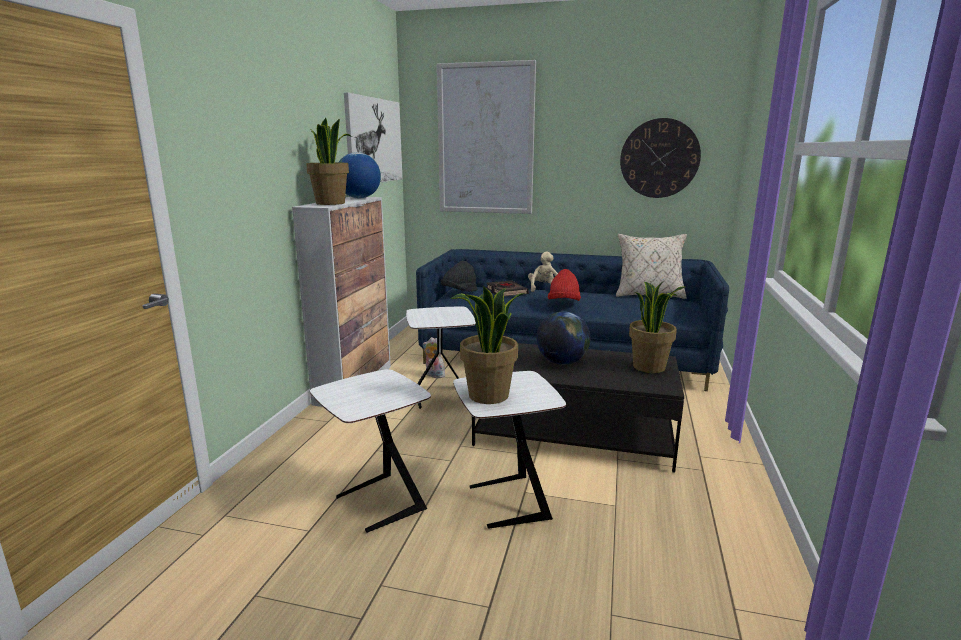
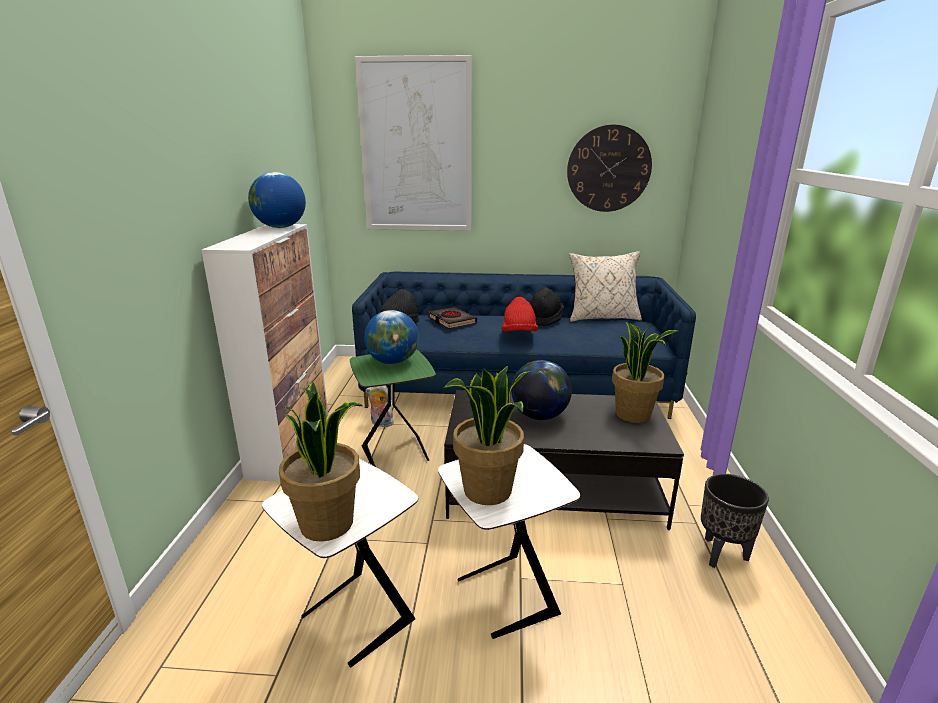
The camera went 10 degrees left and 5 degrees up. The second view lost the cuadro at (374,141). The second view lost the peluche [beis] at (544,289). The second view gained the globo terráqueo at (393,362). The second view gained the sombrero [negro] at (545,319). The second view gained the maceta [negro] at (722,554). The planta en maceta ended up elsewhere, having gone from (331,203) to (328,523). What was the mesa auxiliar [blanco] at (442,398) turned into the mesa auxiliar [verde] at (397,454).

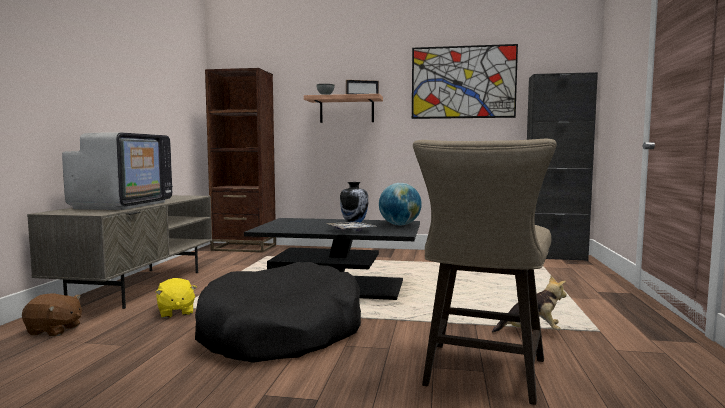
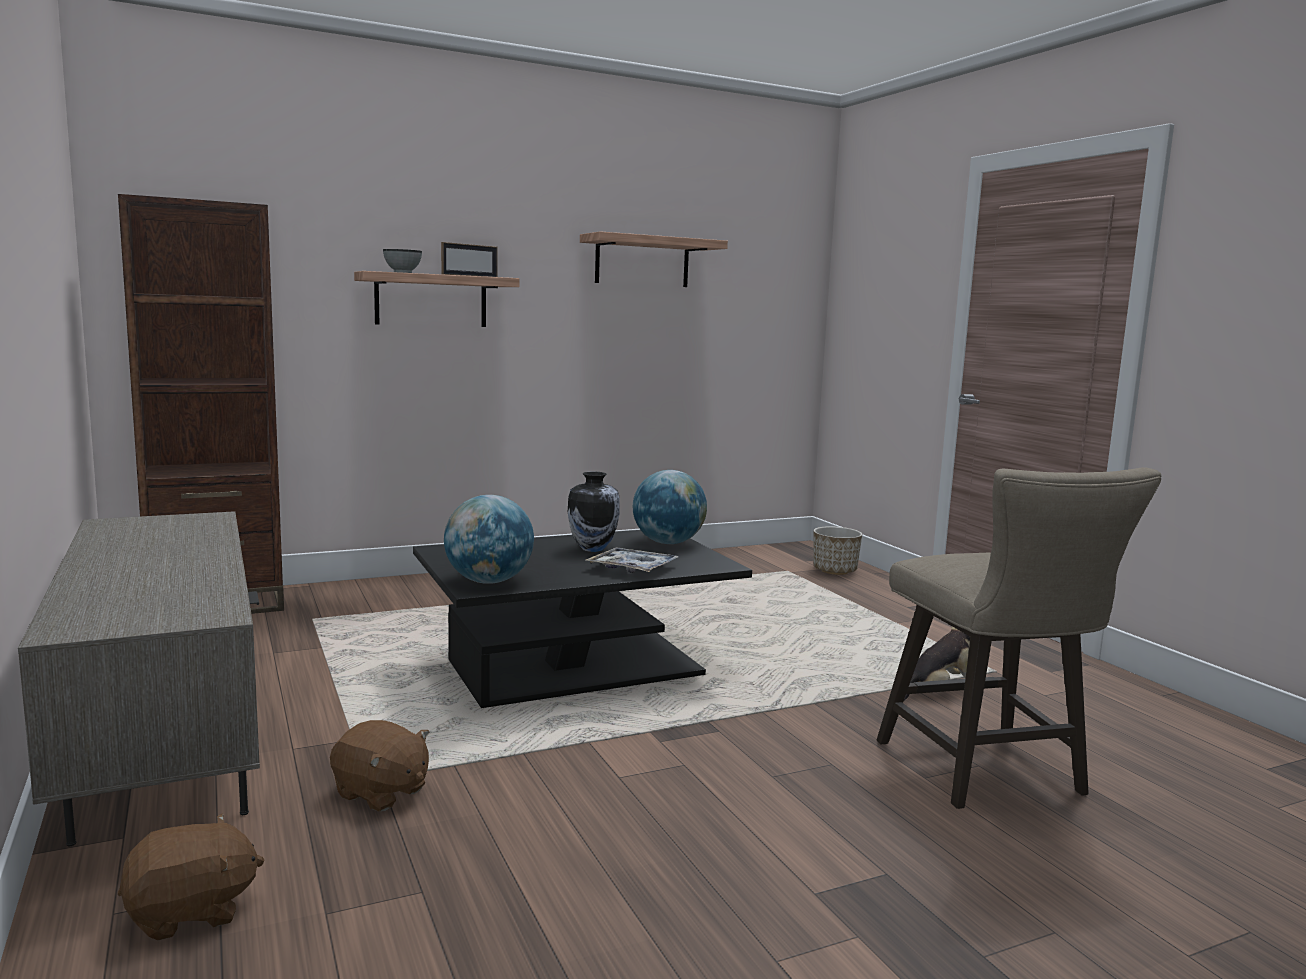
The camera went 35 degrees left and 5 degrees up. The second view lost the televisor at (123,205). The second view lost the cama para perro [negro] at (281,332). The second view lost the armario [negro] at (554,257). The second view gained the globo terráqueo at (488,581). The second view gained the maceta at (834,571). Where the cuadro hung at (463,82), the estante came to hang at (642,261). What was the peluche [amarillo] at (175,312) turned into the peluche [marrón] at (381,793).

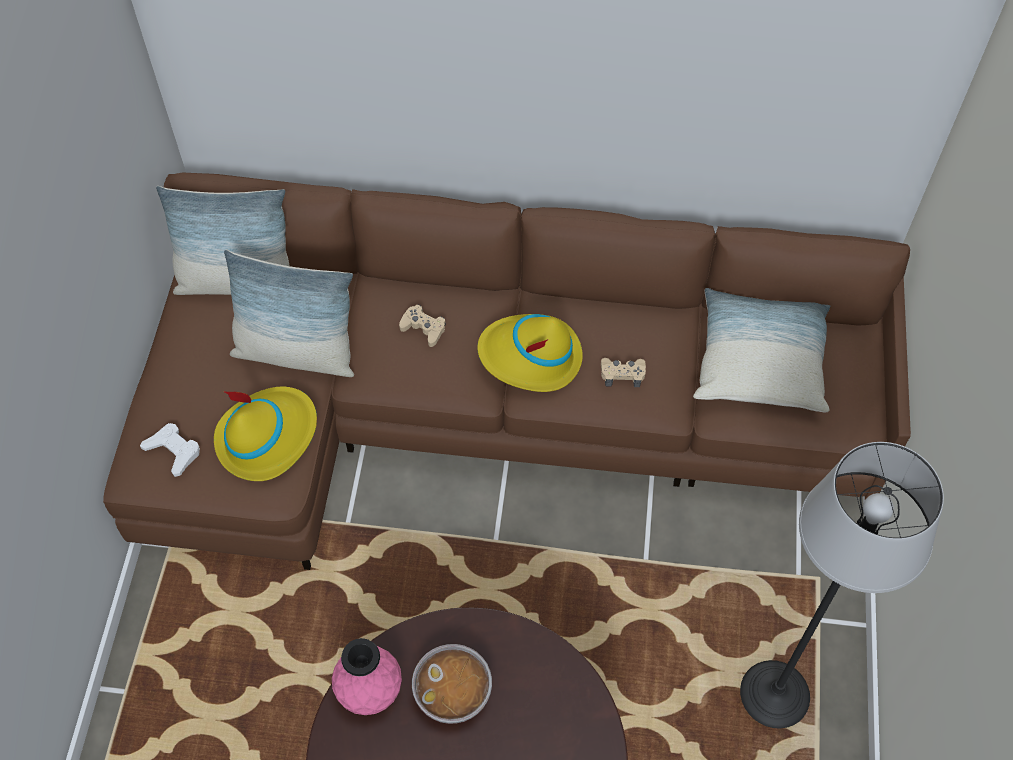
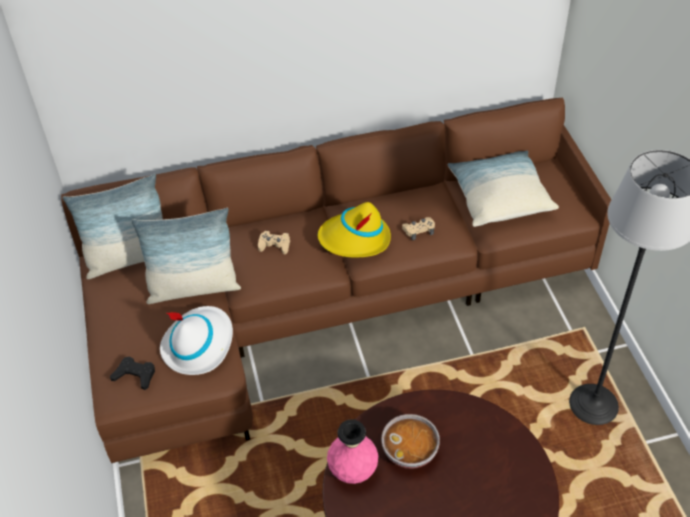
The camera went 20 degrees left and 10 degrees down. What was the mando de consola [blanco] at (173,451) turned into the mando de consola [negro] at (135,375). What was the sombrero [amarillo] at (267,436) turned into the sombrero [blanco] at (198,344).

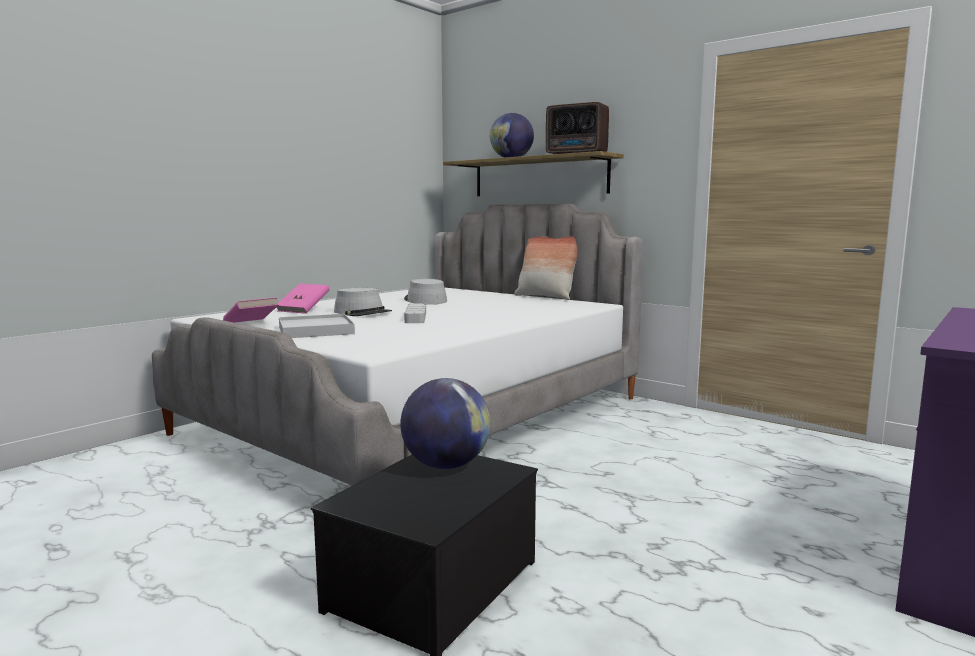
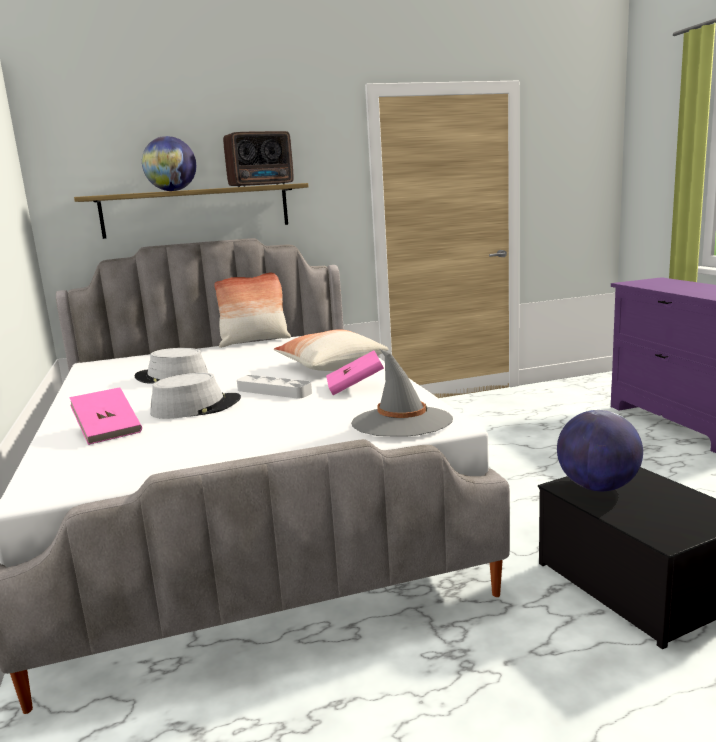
The camera went 55 degrees left and 5 degrees up. The second view lost the bandeja [blanco] at (315,330). The second view gained the cojín at (330,365). The second view gained the sombrero [gris] at (401,422). The libro [rosa] ended up elsewhere, having gone from (251,324) to (355,387).

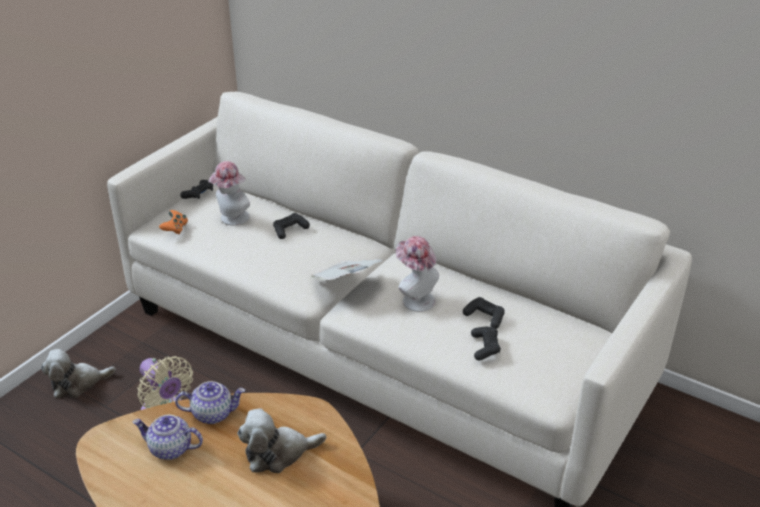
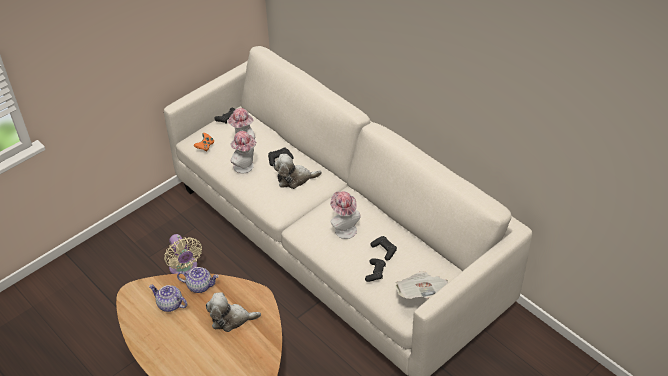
The camera went 15 degrees right and 10 degrees up. The second view gained the sombrero at (246,167). The peluche ended up elsewhere, having gone from (77,383) to (295,179). The periódico ended up elsewhere, having gone from (346,284) to (420,293).

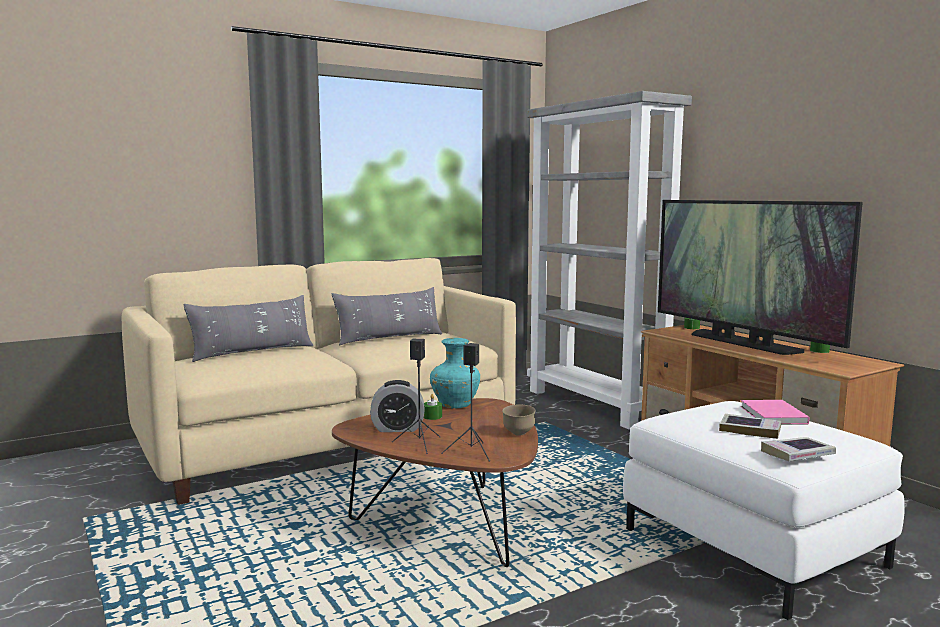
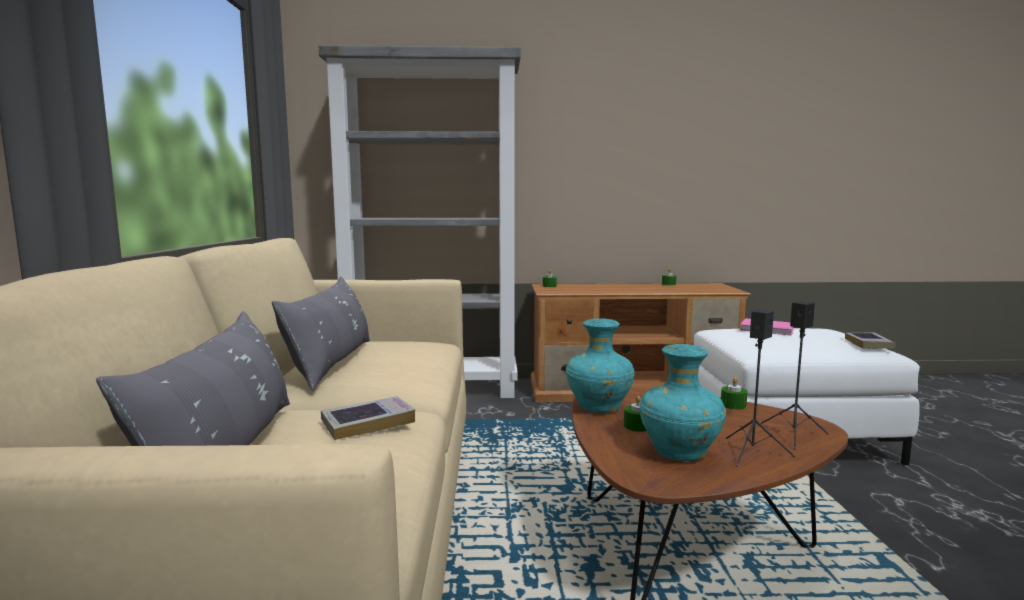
The camera went 60 degrees left and 0 degrees up. The second view lost the televisor at (742,343). The libro ended up elsewhere, having gone from (750,430) to (368,423). Where the despertador stood at (397,428), the florero [turquesa] came to stand at (678,453). Where the cuenco [marrón] stood at (518,434), the vela [verde] came to stand at (733,405).

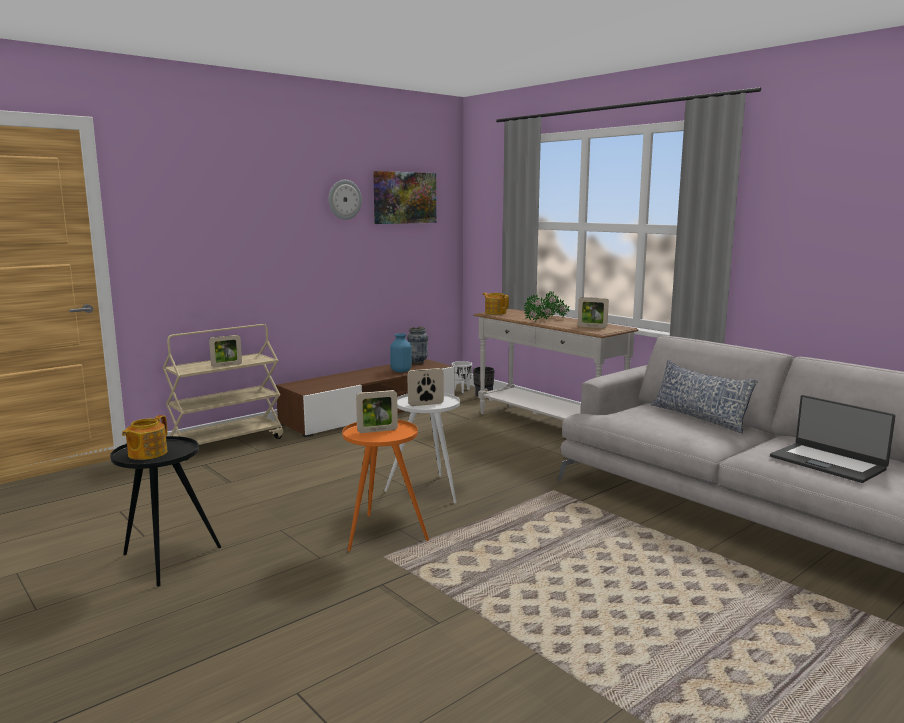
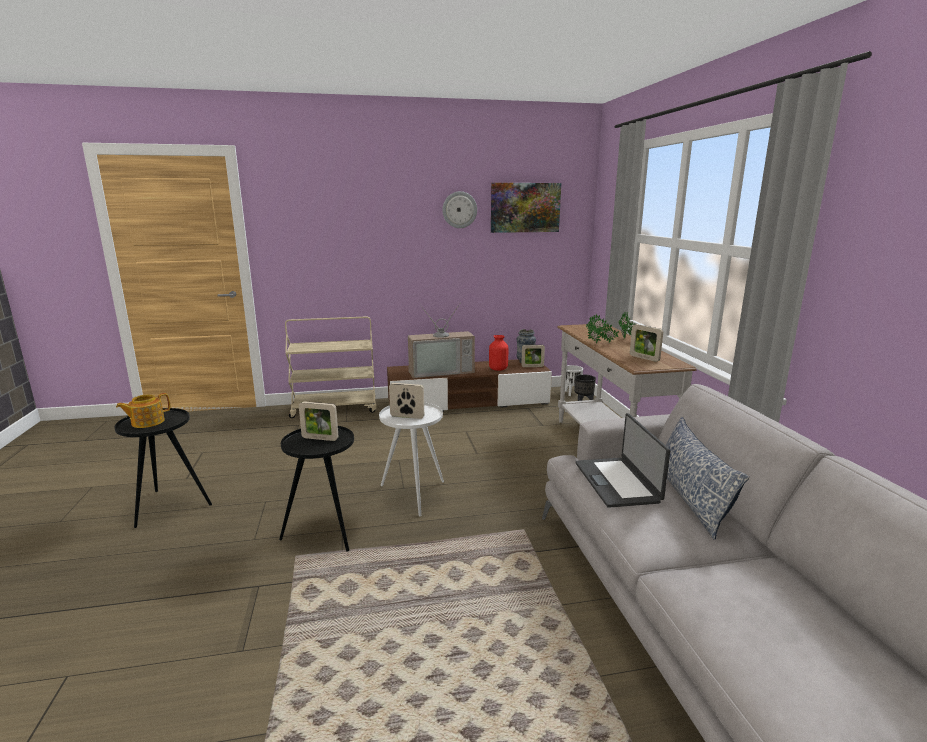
The camera went 30 degrees right and 5 degrees up. The second view lost the tetera at (495,312). The second view gained the televisor at (441,371). The portarretratos ended up elsewhere, having gone from (226,365) to (532,366). The portátil ended up elsewhere, having gone from (828,463) to (617,482). What was the mesa auxiliar [naranja] at (382,533) turned into the mesa auxiliar [negro] at (326,530). What was the florero [azul] at (401,371) turned into the florero [rojo] at (498,369).

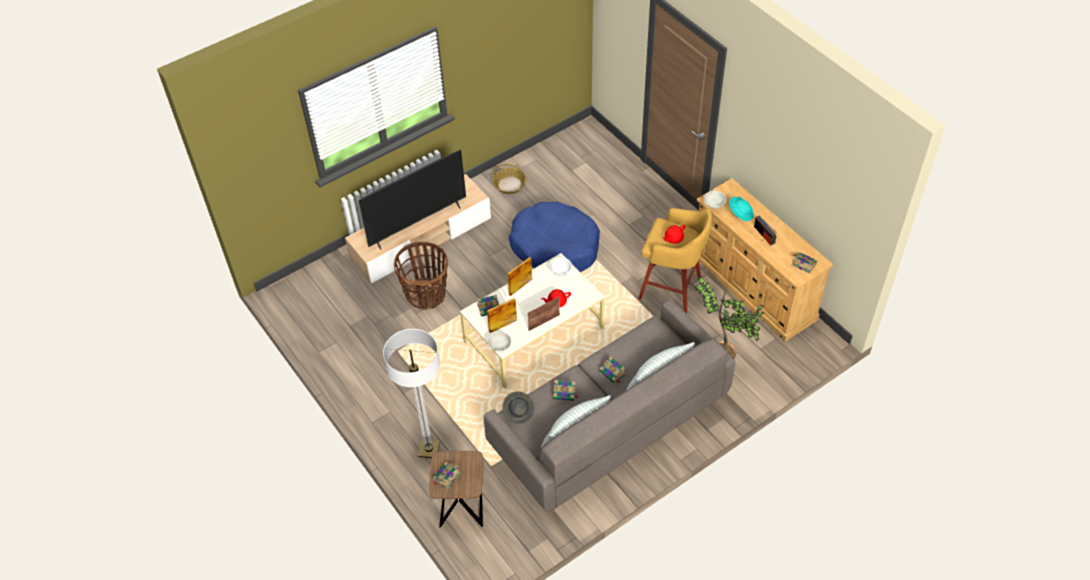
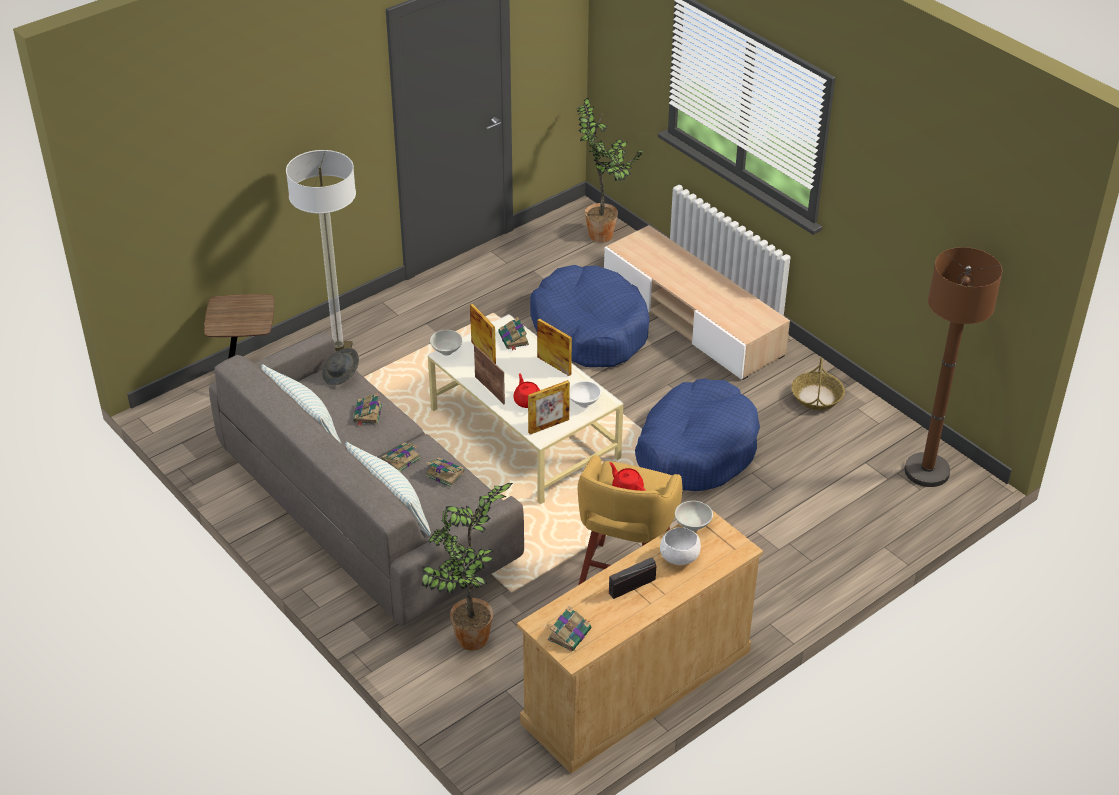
The camera went 85 degrees right and 10 degrees down. The second view lost the televisor at (417,224). The second view gained the portarretratos at (548,426). The second view gained the planta en maceta at (603,237). The second view gained the lámpara de pie [marrón] at (927,471). The libro ended up elsewhere, having gone from (446,477) to (444,474). Where the cesta stood at (426,295), the cama para perro [azul] came to stand at (590,330). Where the sombrero [turquesa] stood at (740,213), the cuenco [blanco] came to stand at (679,558).

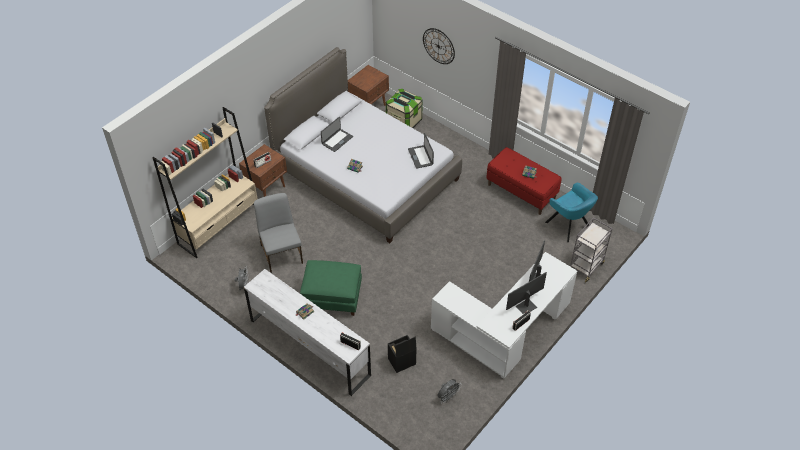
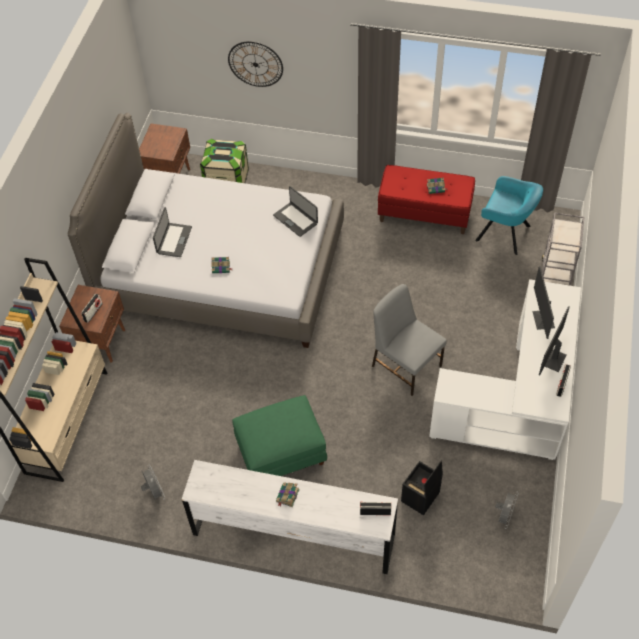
The camera went 25 degrees left and 5 degrees up. The silla [gris] ended up elsewhere, having gone from (281,253) to (406,365).

